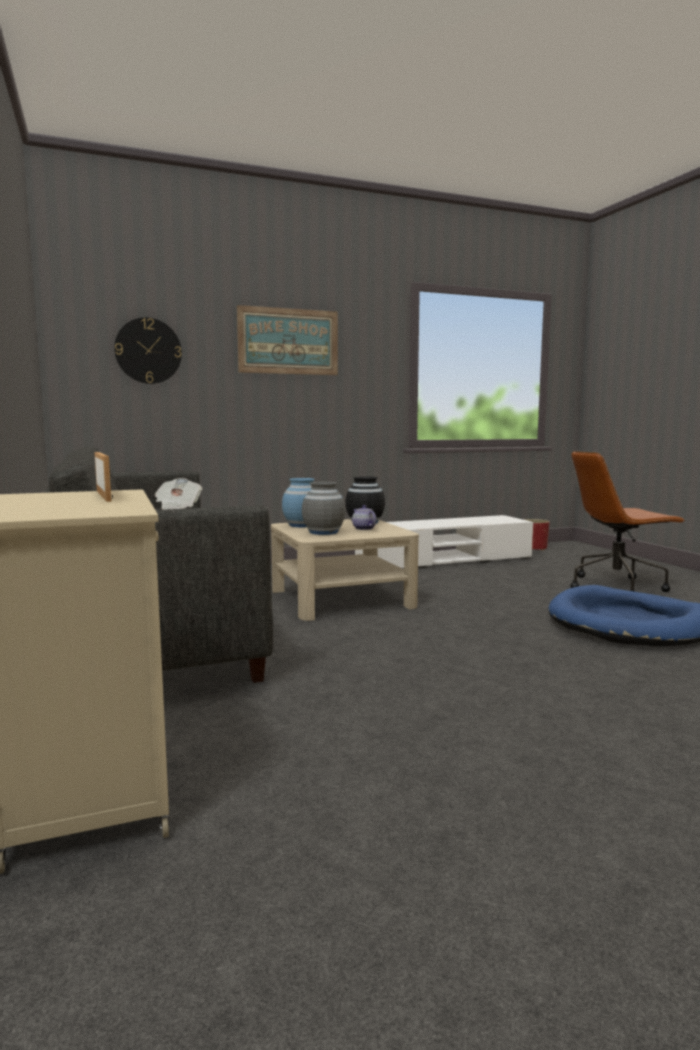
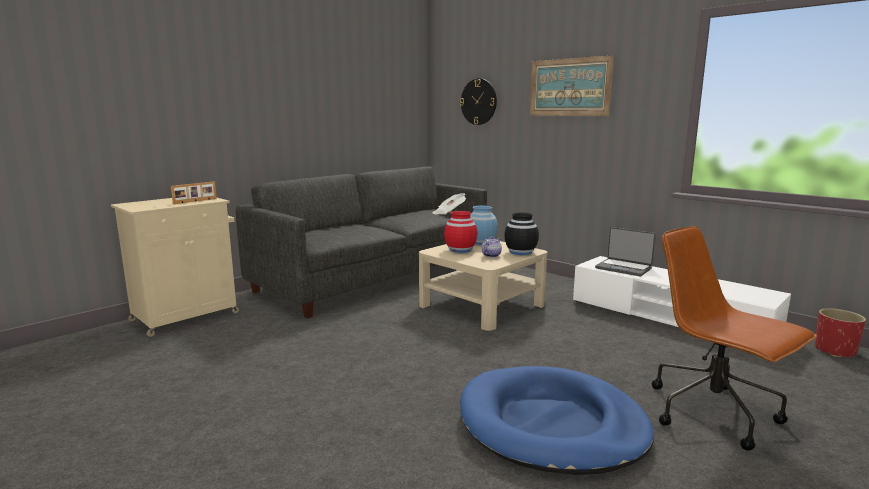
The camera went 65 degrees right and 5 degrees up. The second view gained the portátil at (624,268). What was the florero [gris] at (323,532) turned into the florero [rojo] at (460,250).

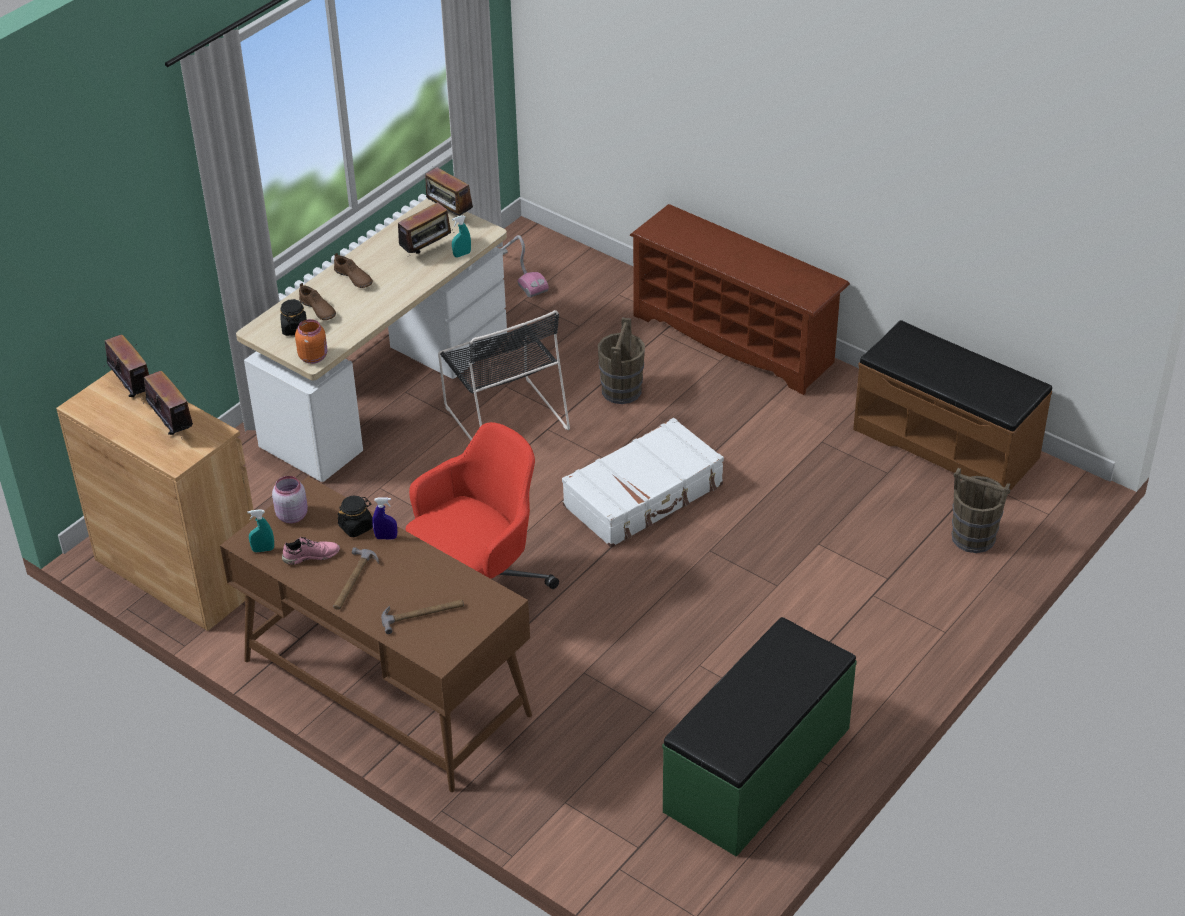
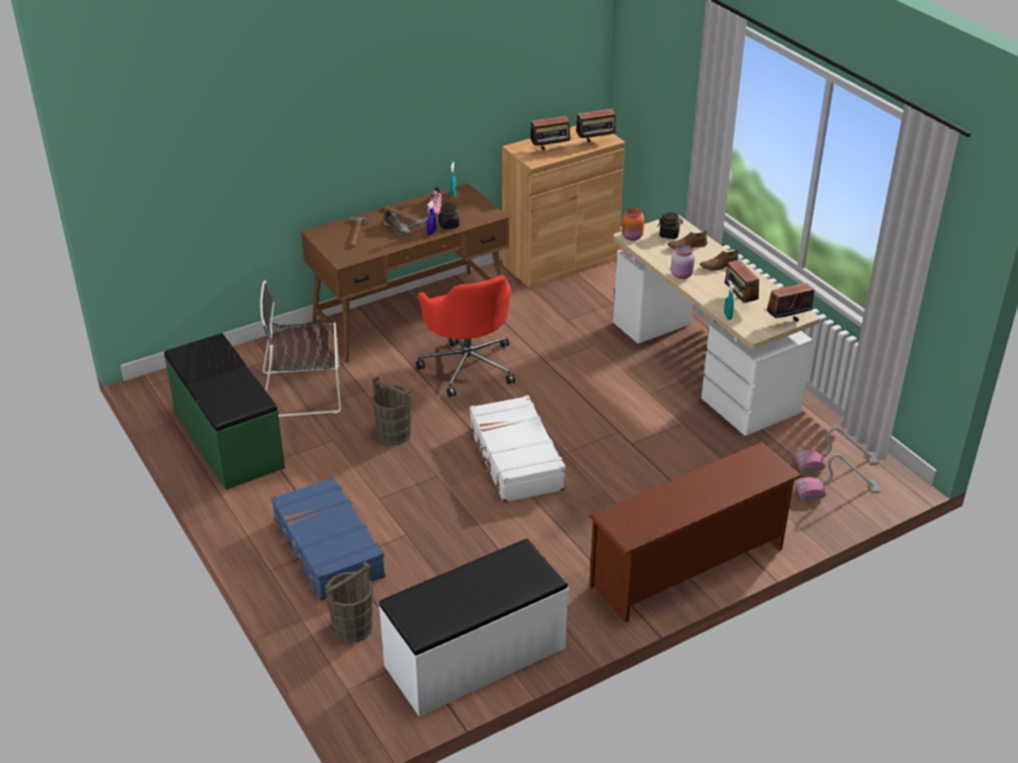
The camera went 110 degrees right and 5 degrees down. The second view gained the maleta [azul] at (327,550). The second view gained the zapato [gris] at (397,229). The second view gained the aspiradora at (837,491). The tarro [rosa] ended up elsewhere, having gone from (292,515) to (682,275). The silla [negro] ended up elsewhere, having gone from (504,415) to (305,392). The cubo [marrón] ended up elsewhere, having gone from (621,390) to (394,434). What was the banco [marrón] at (946,443) turned into the banco [blanco] at (476,657).

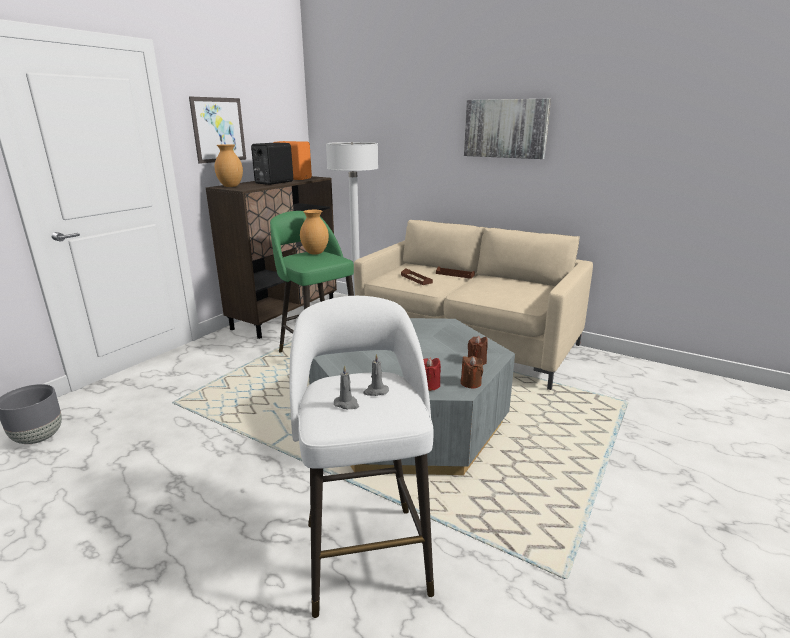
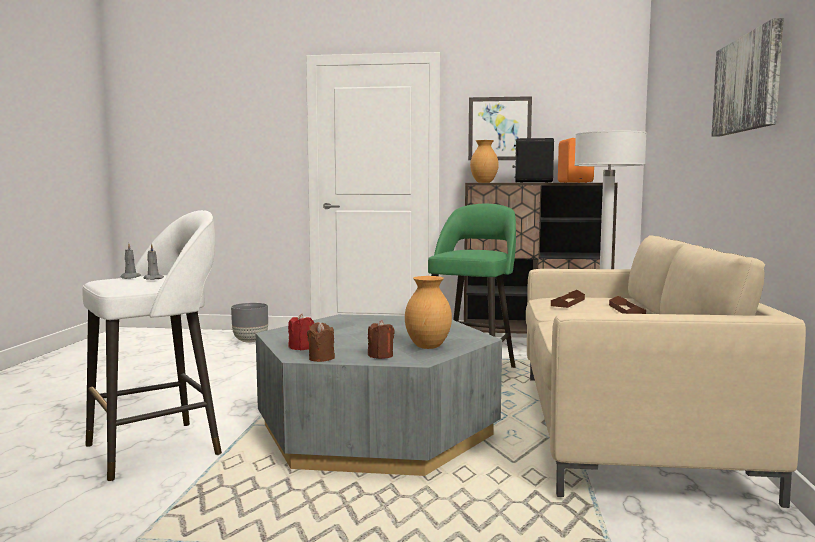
The camera went 65 degrees right and 15 degrees down. The florero [marrón] ended up elsewhere, having gone from (315,253) to (428,347).

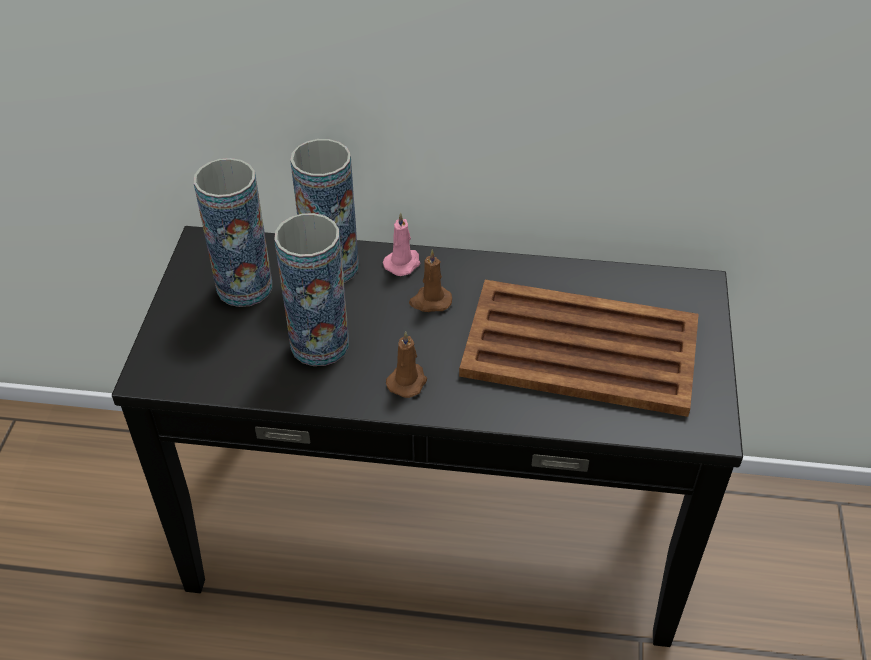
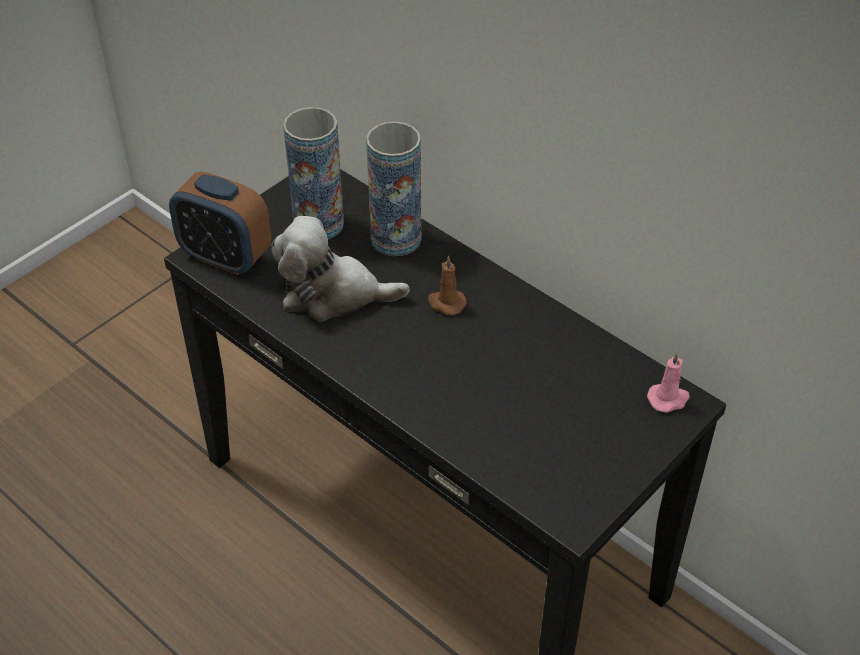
The camera went 35 degrees right and 0 degrees up. The second view lost the vela [marrón] at (408,381). The second view lost the bandeja [marrón] at (578,347). The second view gained the despertador at (225,257). The vela [rosa] ended up elsewhere, having gone from (403,263) to (668,399). Where the florero stood at (320,344), the peluche came to stand at (333,294).

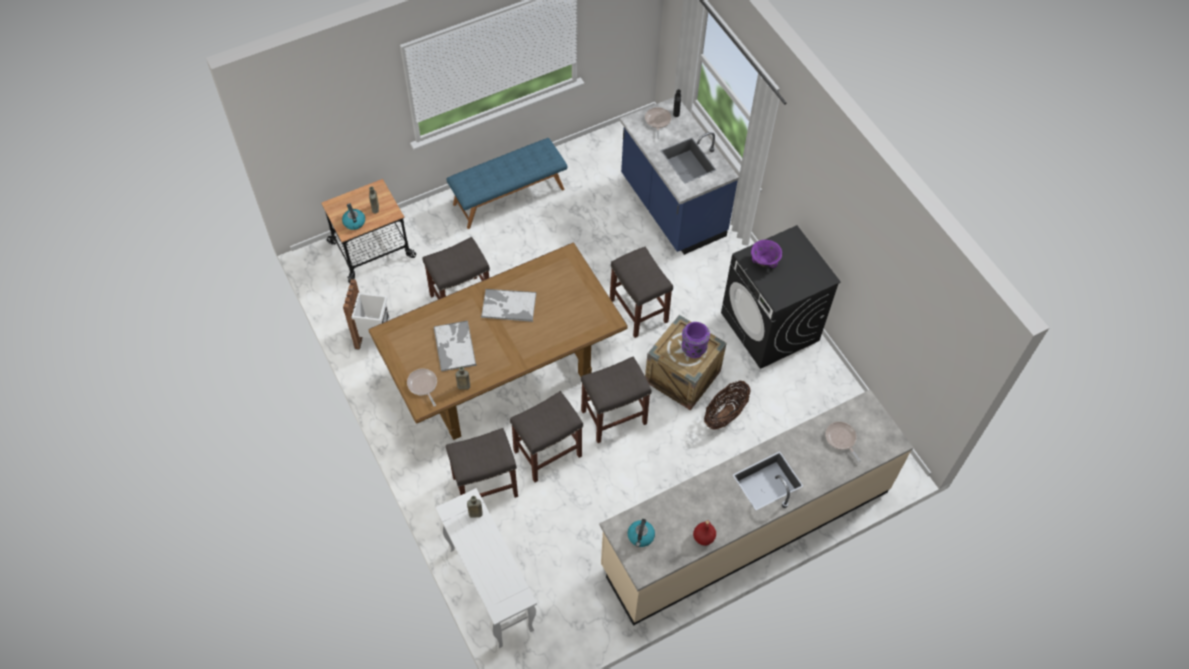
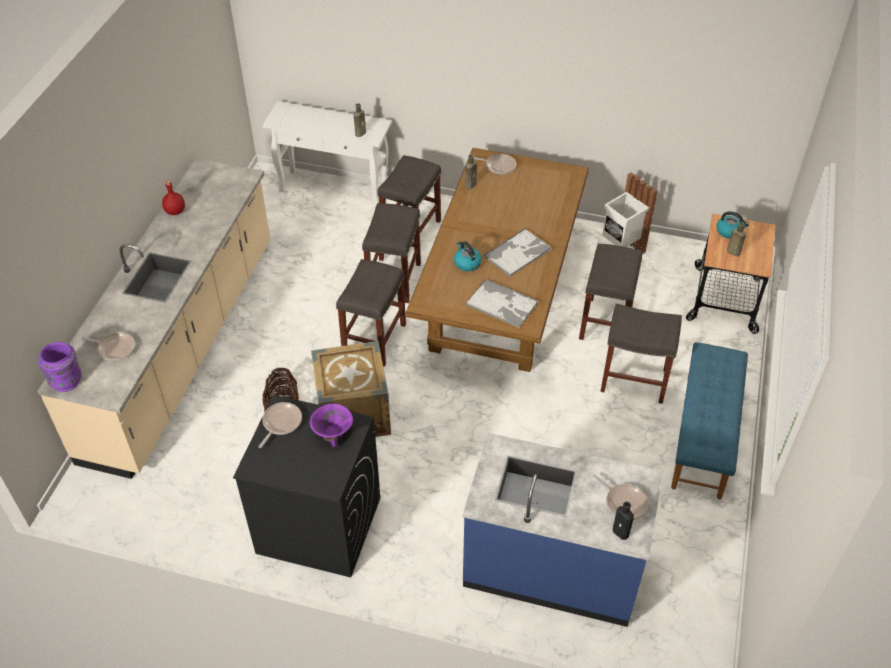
The camera went 135 degrees right and 10 degrees down. The second view gained the sartén at (280,423). The bandeja ended up elsewhere, having gone from (454,346) to (502,304). The taburete [gris] ended up elsewhere, having gone from (639,311) to (633,380). The hervidor ended up elsewhere, having gone from (640,536) to (467,263). The florero [morado] ended up elsewhere, having gone from (693,348) to (67,381).

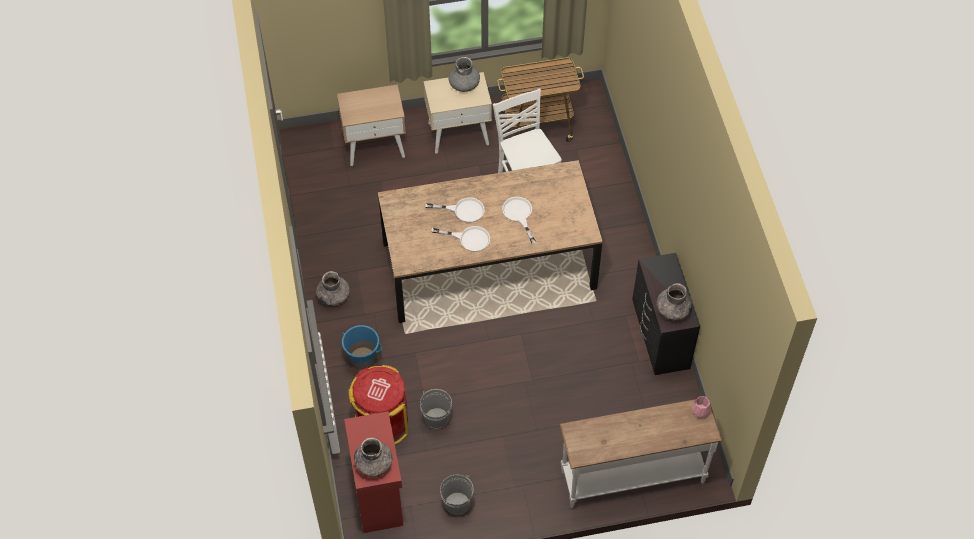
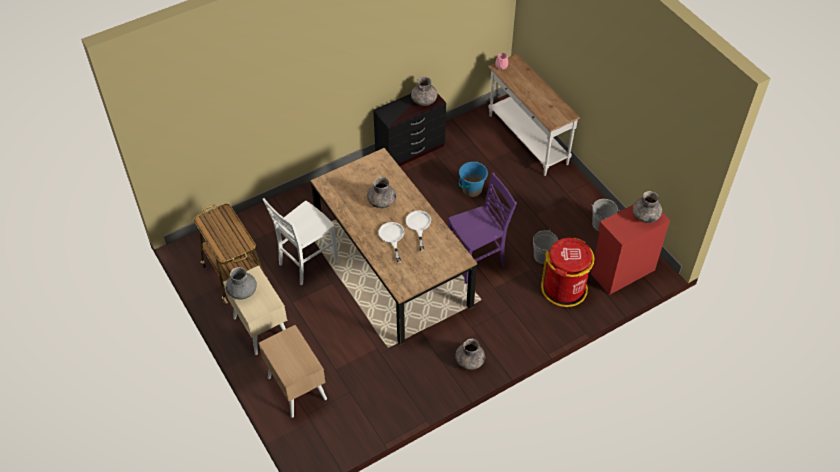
The camera went 110 degrees left and 5 degrees down. The second view gained the silla [morado] at (477,261). The cubo [azul] ended up elsewhere, having gone from (363,358) to (472,189). Where the sartén [blanco] stood at (519,215), the florero [gris] came to stand at (381,201).

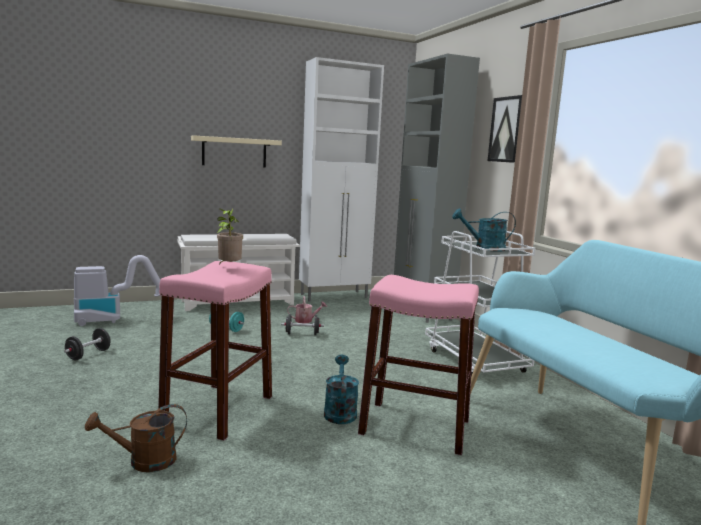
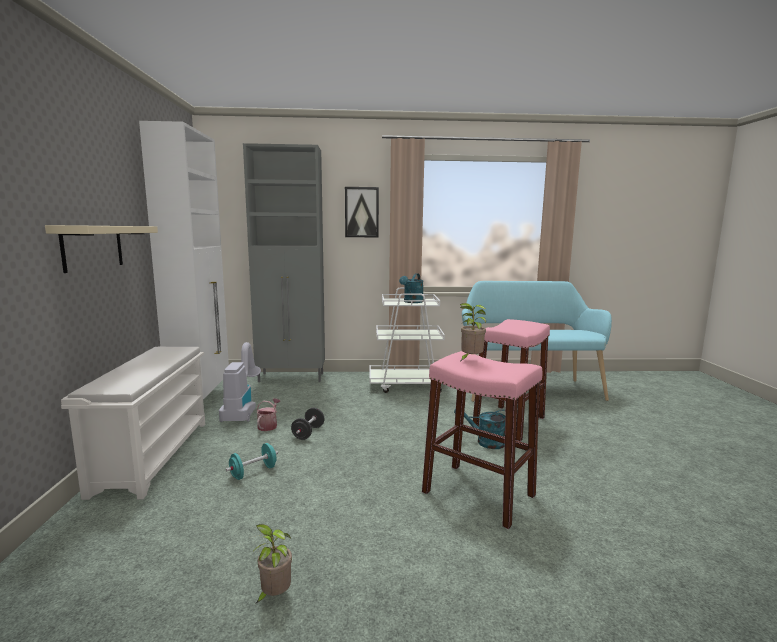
The camera went 70 degrees left and 0 degrees up. The second view lost the regadera [marrón] at (144,462). The aspiradora ended up elsewhere, having gone from (115,319) to (242,409). Where the mancuerna [negro] stood at (88,355), the planta en maceta came to stand at (274,596).

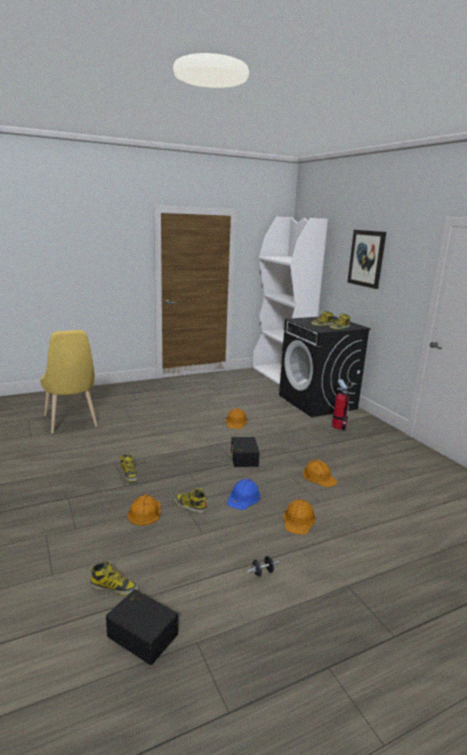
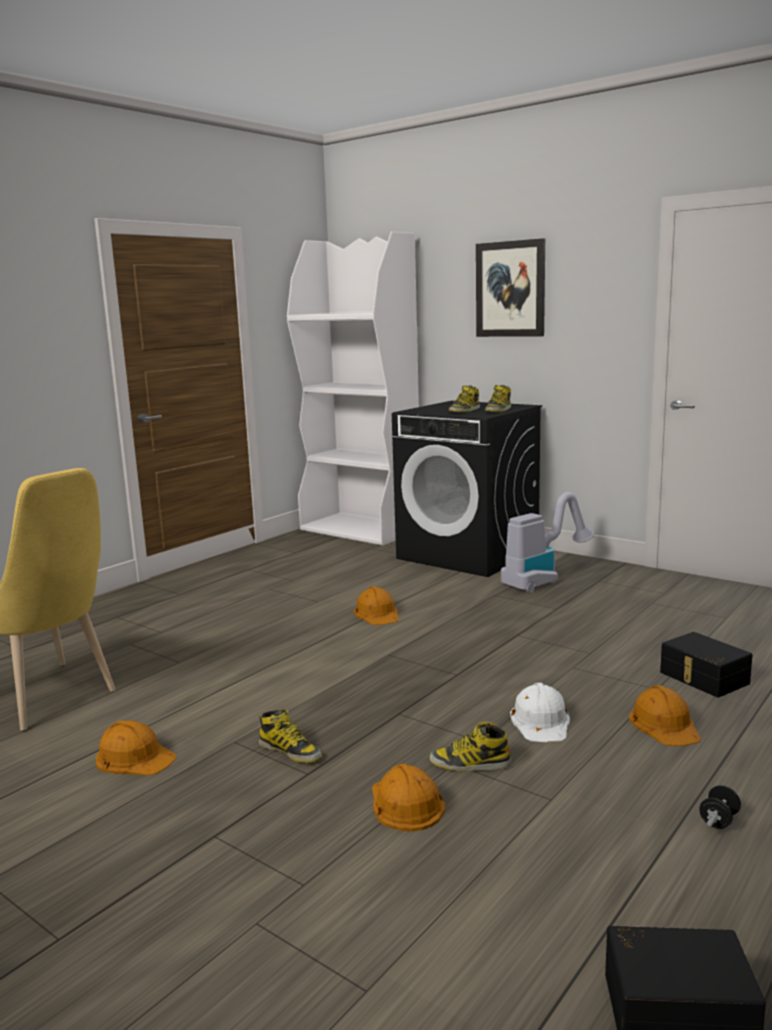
The camera went 25 degrees left and 5 degrees down. The second view lost the bota at (114,587). The caja de almacenaje [negro] ended up elsewhere, having gone from (243,458) to (703,678). The casco [naranja] ended up elsewhere, having gone from (319,477) to (134,757). Where the extintor stood at (339,426), the aspiradora came to stand at (543,579). What was the casco [azul] at (243,498) turned into the casco [blanco] at (541,721).

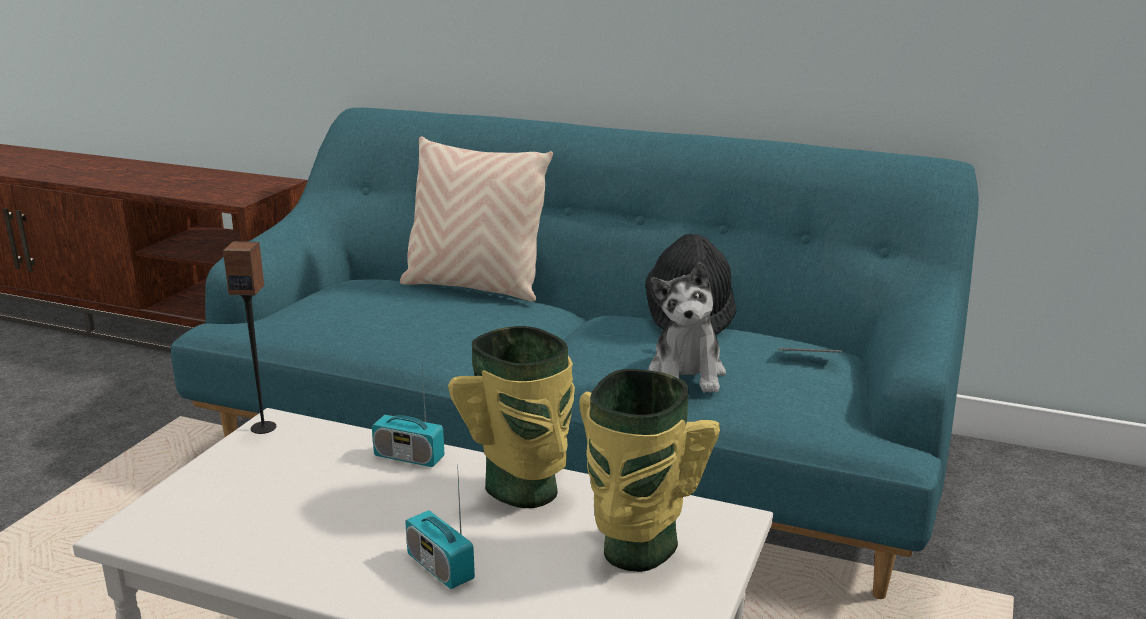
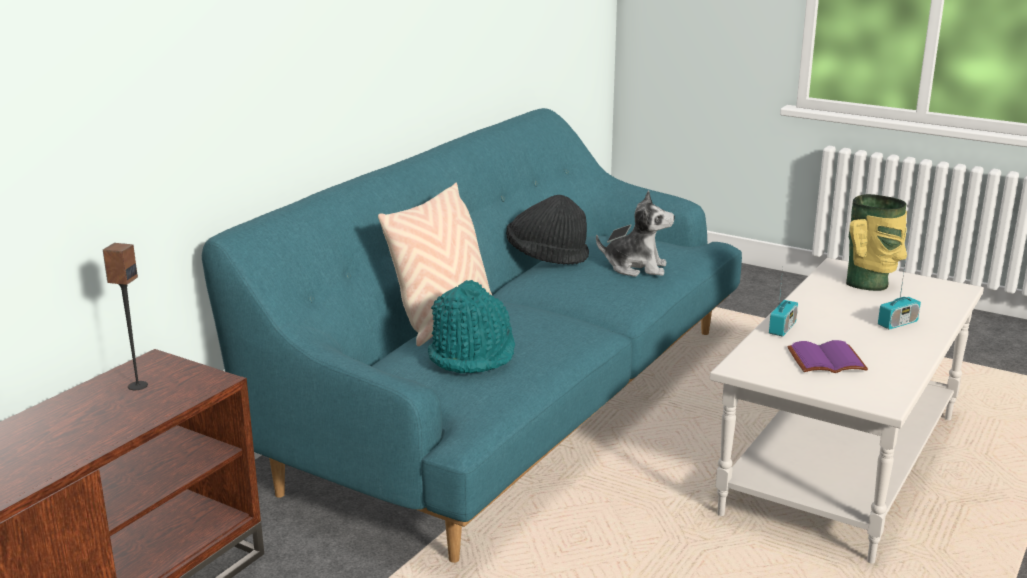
The camera went 80 degrees left and 0 degrees up. The second view lost the florero at (525,491). The second view gained the sombrero [turquesa] at (472,355). The second view gained the libro [morado] at (825,361). The altavoz ended up elsewhere, having gone from (263,427) to (137,386).

